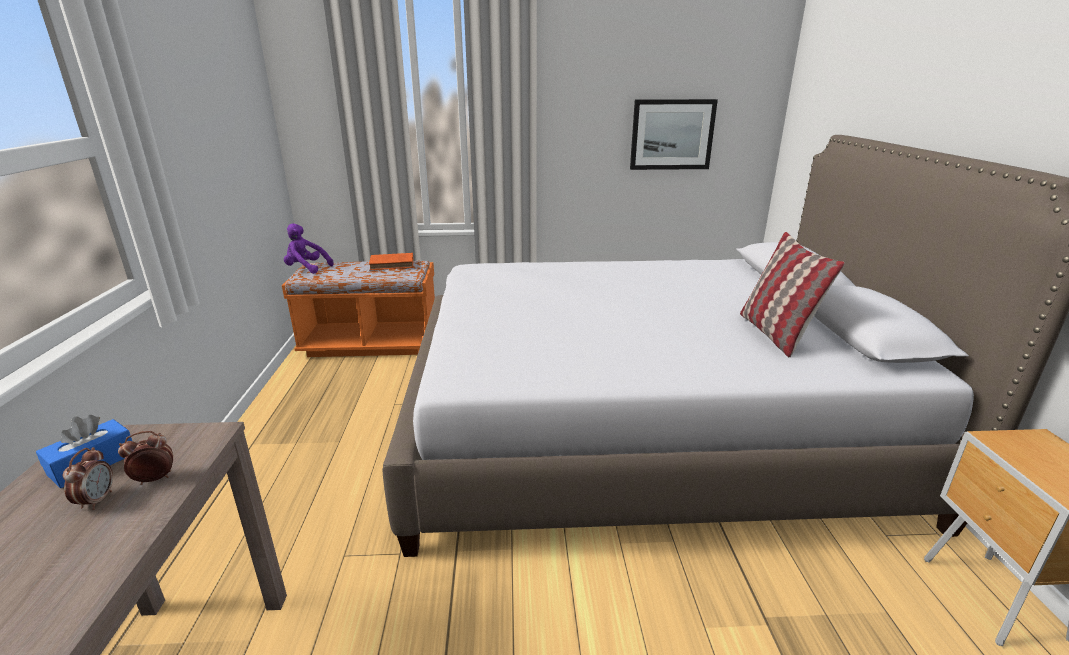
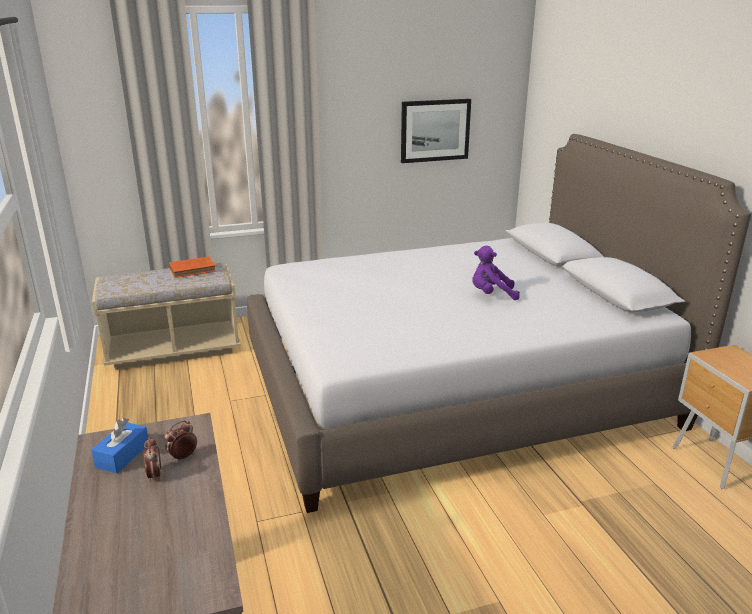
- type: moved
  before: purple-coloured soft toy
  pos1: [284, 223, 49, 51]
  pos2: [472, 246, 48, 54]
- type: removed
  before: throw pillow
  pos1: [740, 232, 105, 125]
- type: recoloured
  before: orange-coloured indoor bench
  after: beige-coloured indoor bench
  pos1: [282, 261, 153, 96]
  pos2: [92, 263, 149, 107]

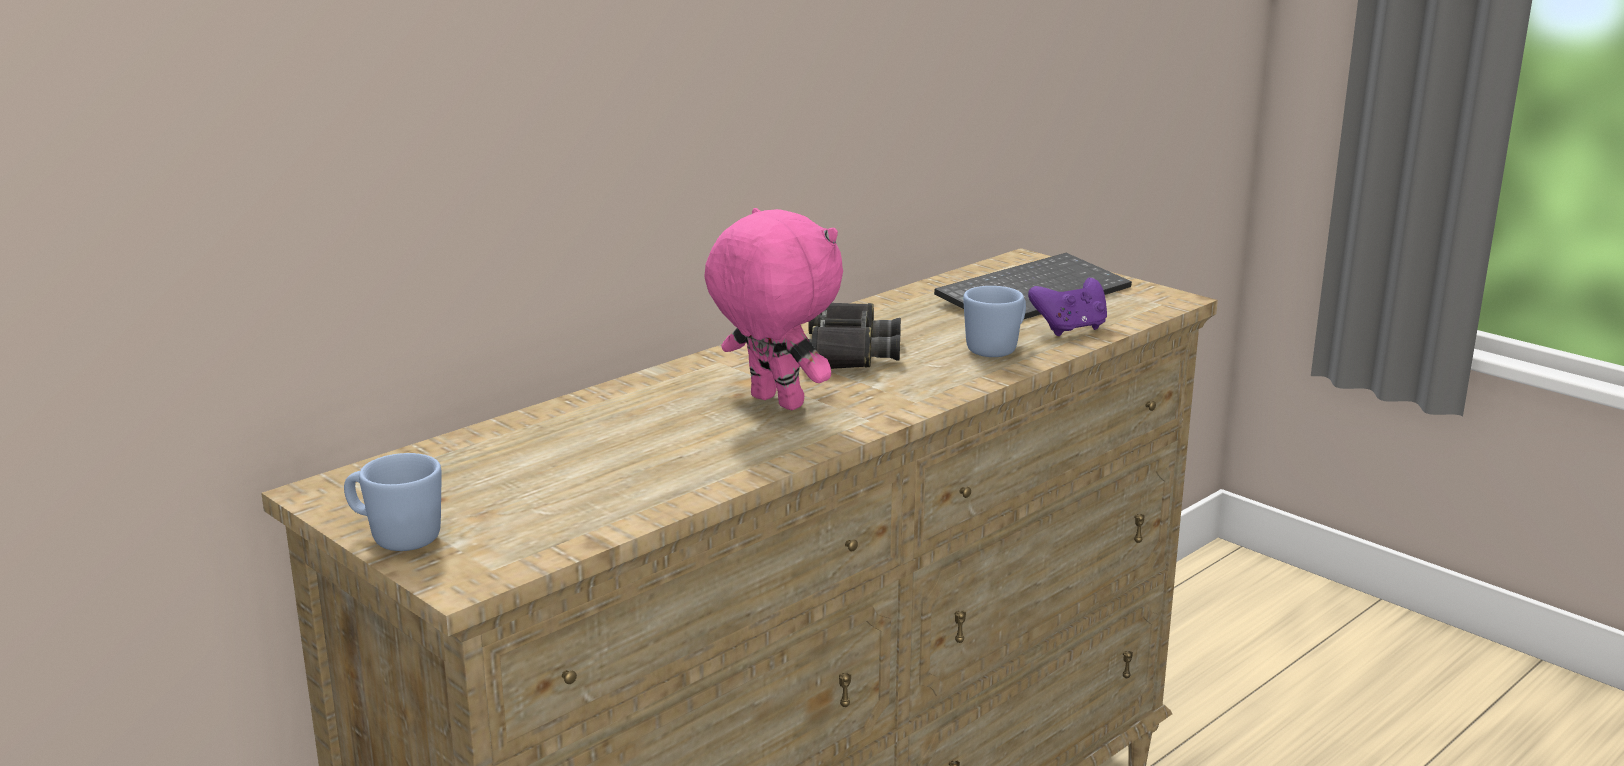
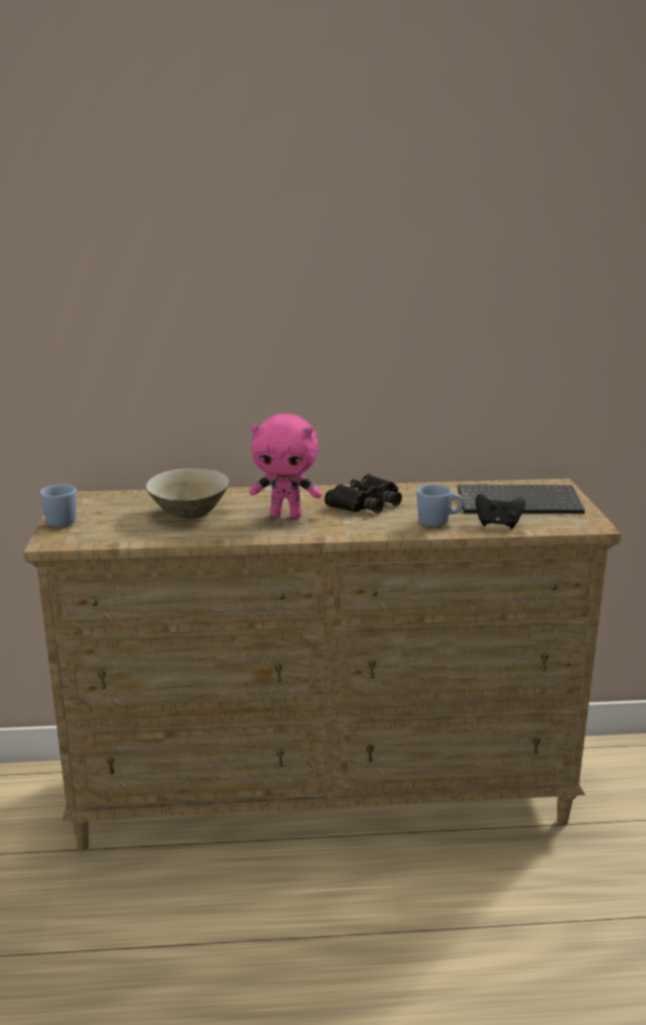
- type: turned
  before: pink-coloured soft toy
  pos1: [704, 208, 139, 202]
  pos2: [249, 414, 73, 104]
  turn: 105
- type: recoloured
  before: purple-coloured game controller
  after: blackish game controller
  pos1: [1028, 278, 79, 58]
  pos2: [475, 494, 51, 35]
- type: added
  after: beige-coloured bowl
  pos2: [146, 468, 83, 51]

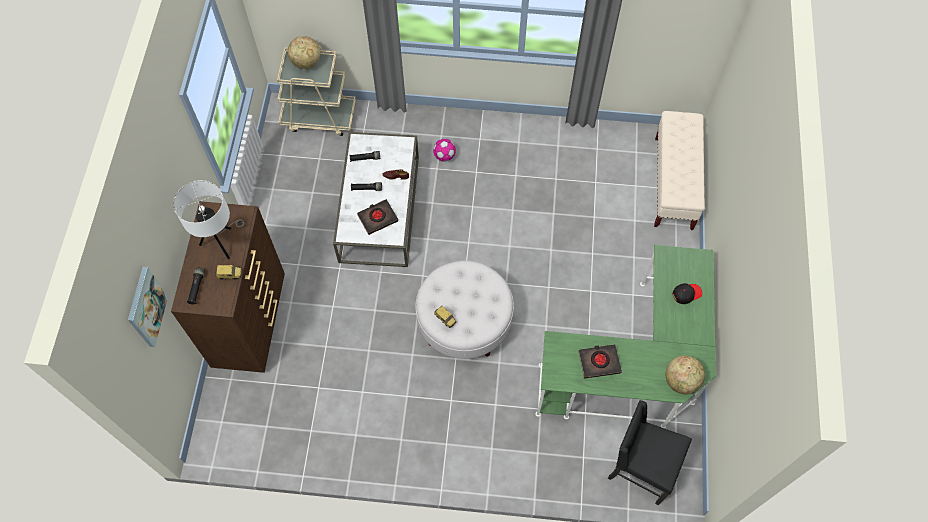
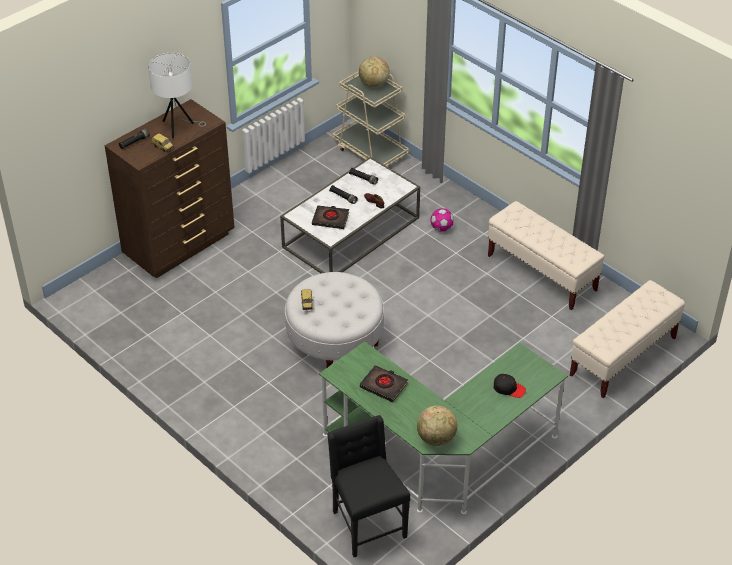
- type: removed
  before: picture
  pos1: [128, 266, 40, 81]
- type: added
  after: beige-coloured indoor bench
  pos2: [488, 201, 117, 109]

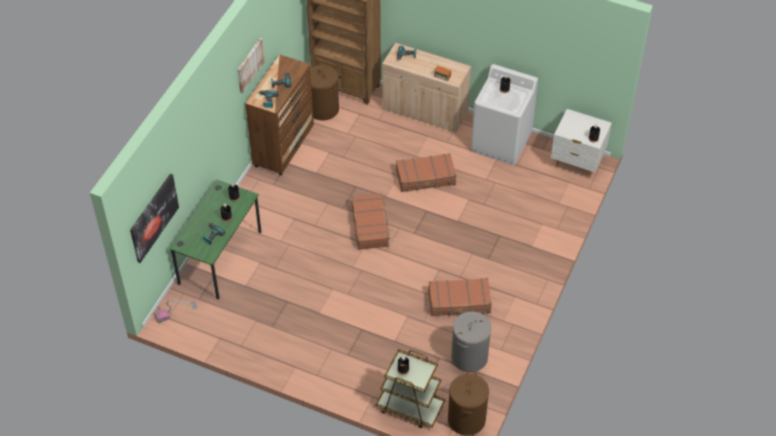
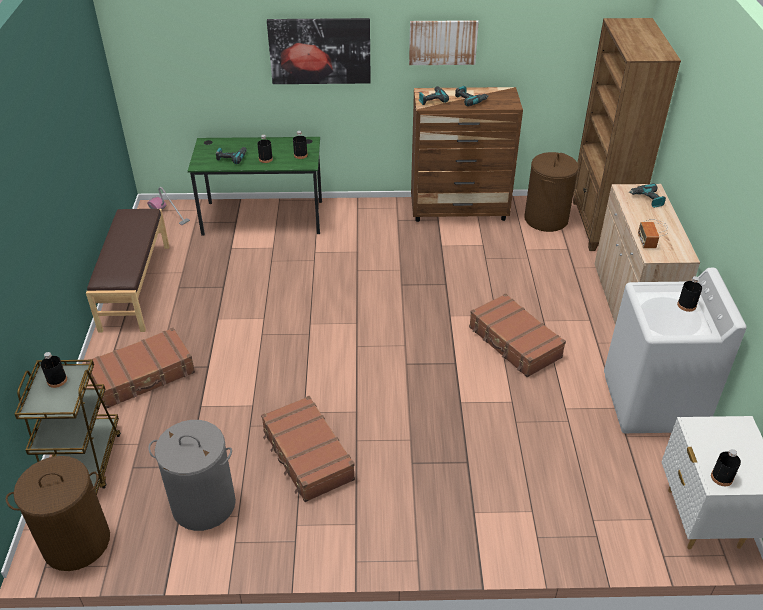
- type: moved
  before: picture
  pos1: [130, 174, 49, 89]
  pos2: [267, 18, 104, 66]
- type: moved
  before: brownish suitcase
  pos1: [352, 194, 39, 56]
  pos2: [86, 328, 109, 80]
- type: added
  after: brownish indoor bench
  pos2: [86, 209, 83, 124]

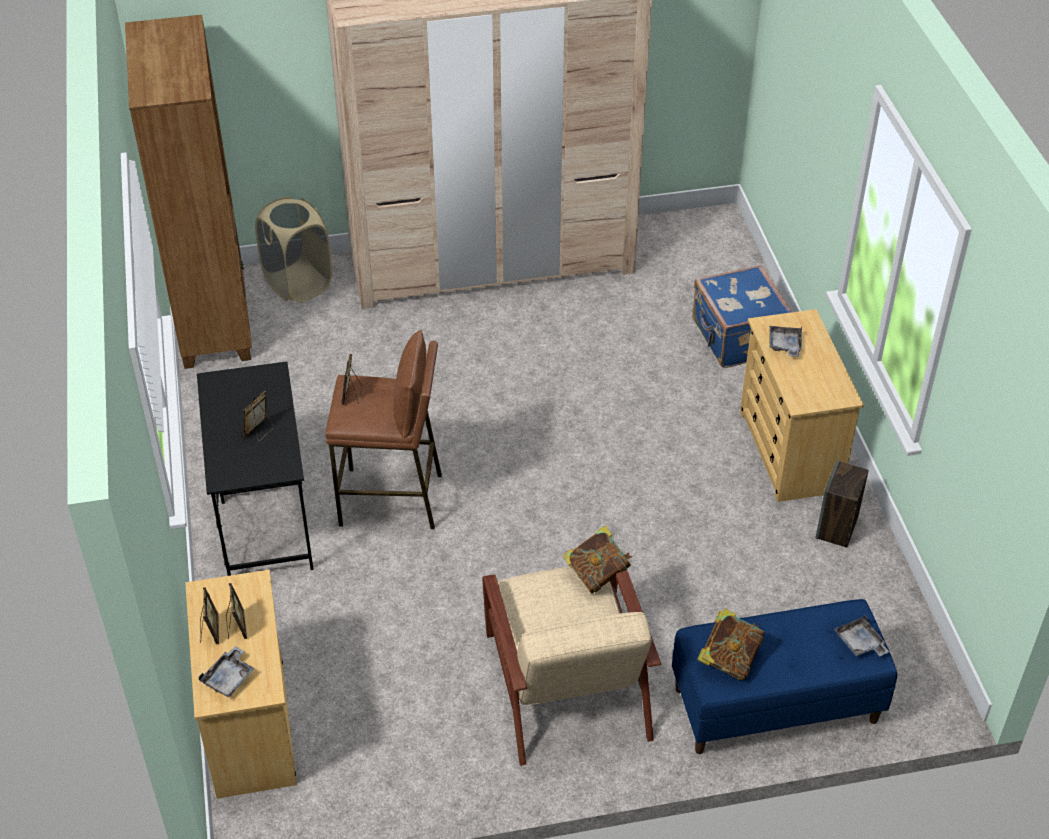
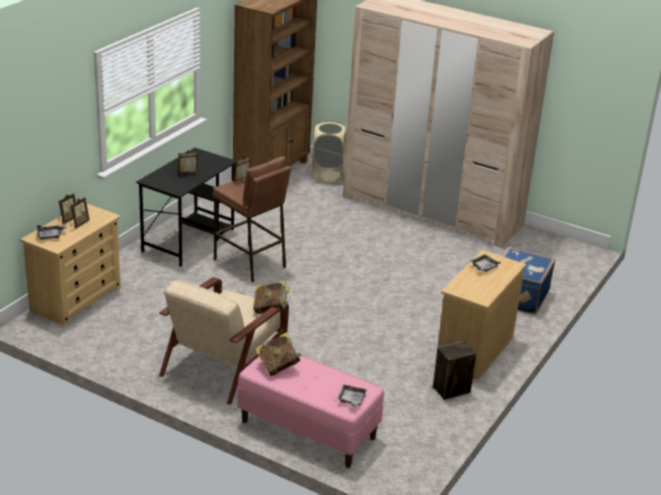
- type: recoloured
  before: blue-coloured indoor bench
  after: pink-coloured indoor bench
  pos1: [672, 599, 225, 155]
  pos2: [237, 356, 147, 112]

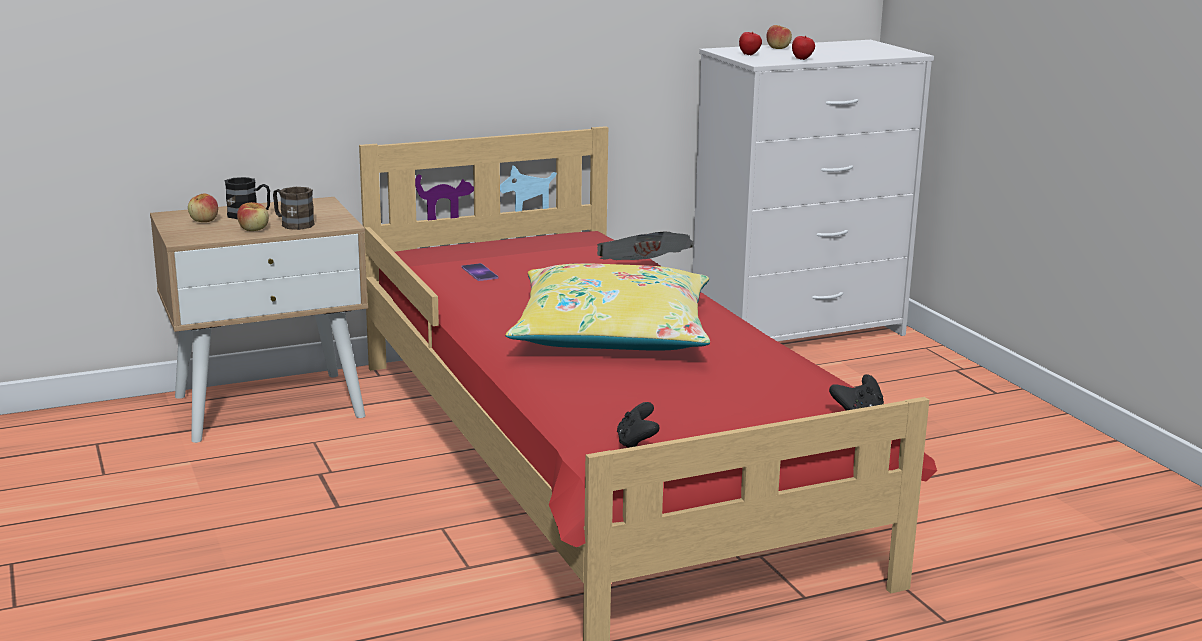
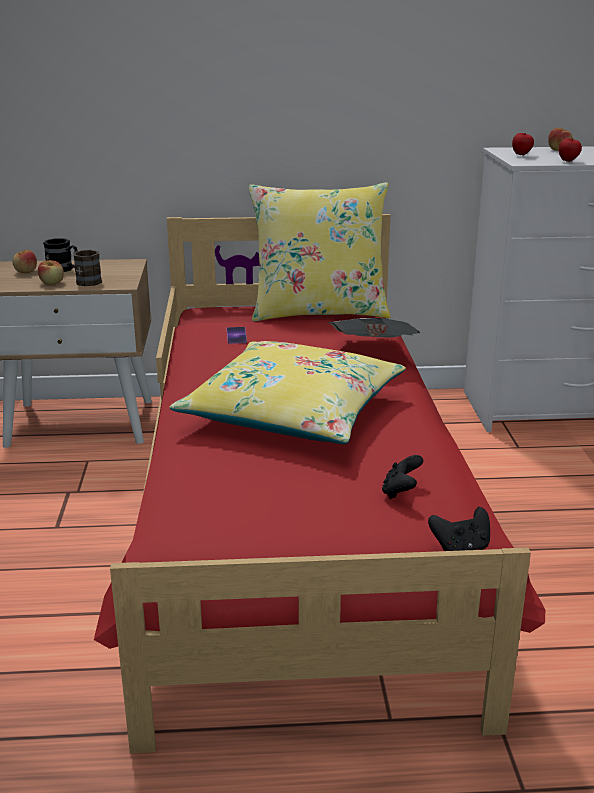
- type: moved
  before: blackish game controller
  pos1: [617, 402, 43, 46]
  pos2: [382, 455, 41, 44]
- type: added
  after: yellow throw pillow
  pos2: [249, 182, 141, 139]

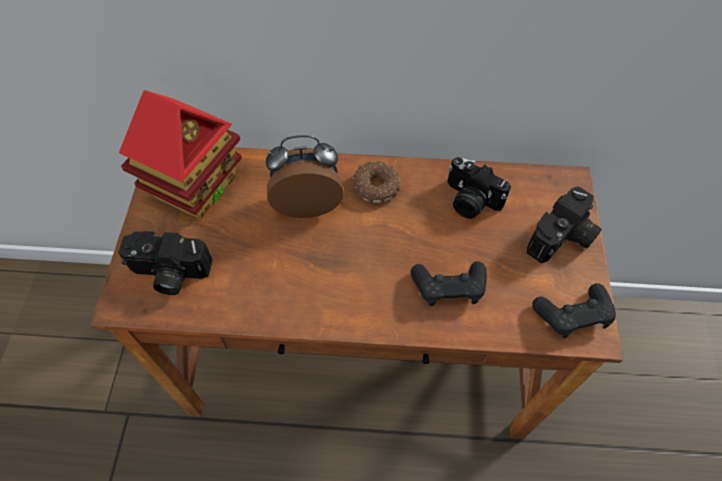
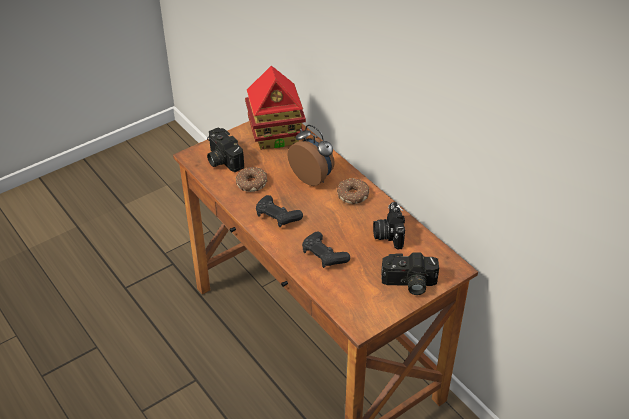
- type: moved
  before: blackish game controller
  pos1: [532, 283, 84, 55]
  pos2: [256, 195, 47, 32]
- type: added
  after: ring doughnut
  pos2: [236, 167, 32, 25]

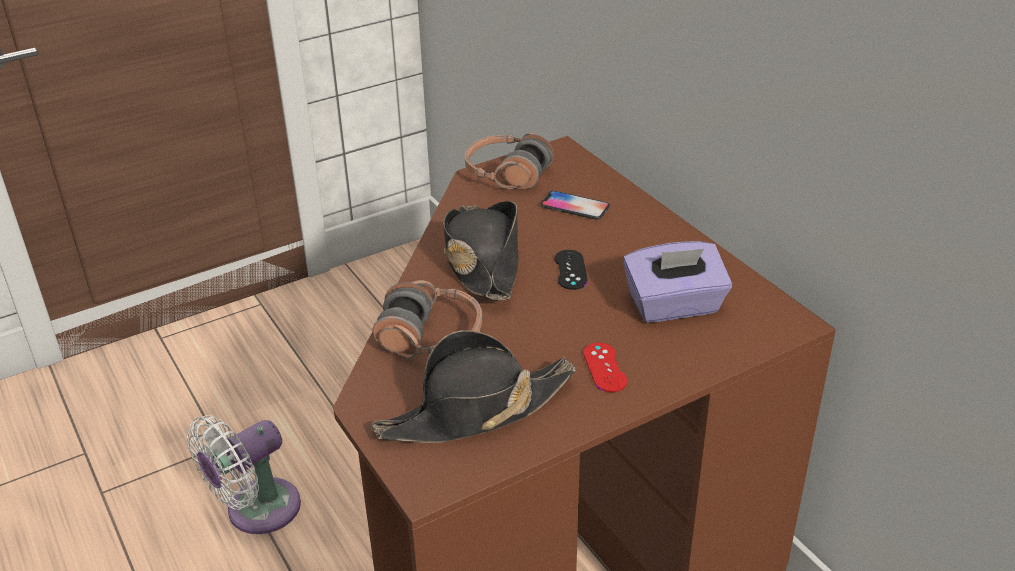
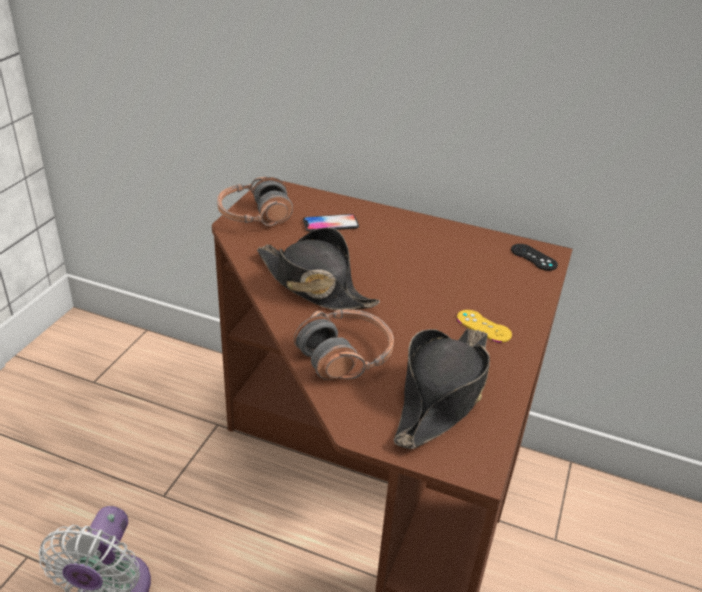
- type: removed
  before: purple-coloured tissue box
  pos1: [623, 241, 109, 82]
- type: moved
  before: blackish game controller
  pos1: [555, 250, 33, 40]
  pos2: [511, 244, 47, 27]
- type: recoloured
  before: reddish game controller
  after: yellow game controller
  pos1: [583, 343, 45, 49]
  pos2: [457, 310, 55, 32]

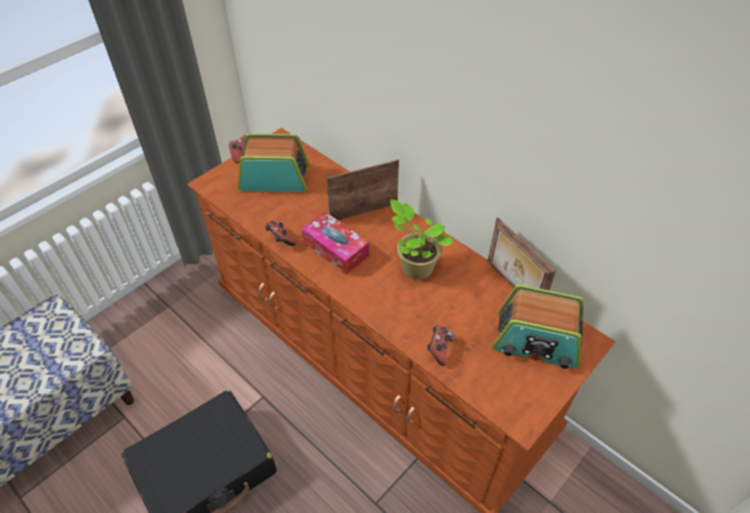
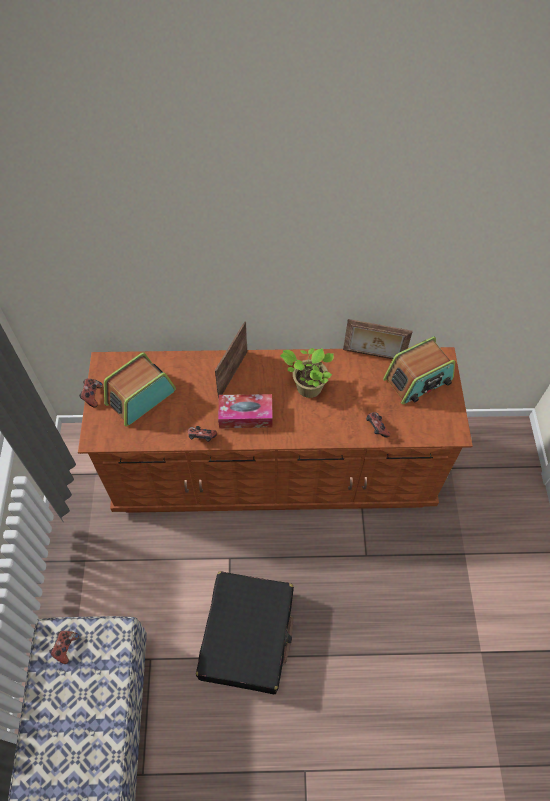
- type: added
  after: game controller
  pos2: [50, 631, 29, 33]

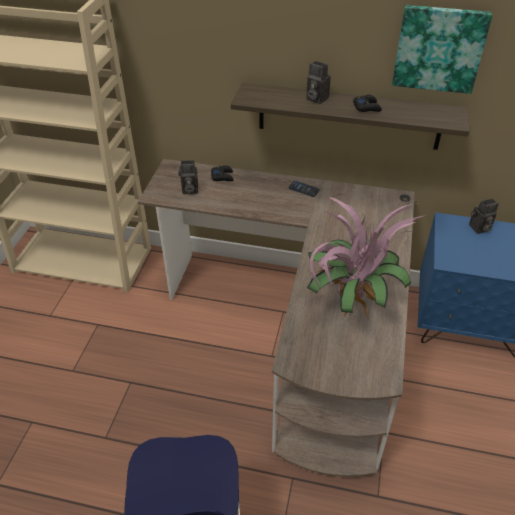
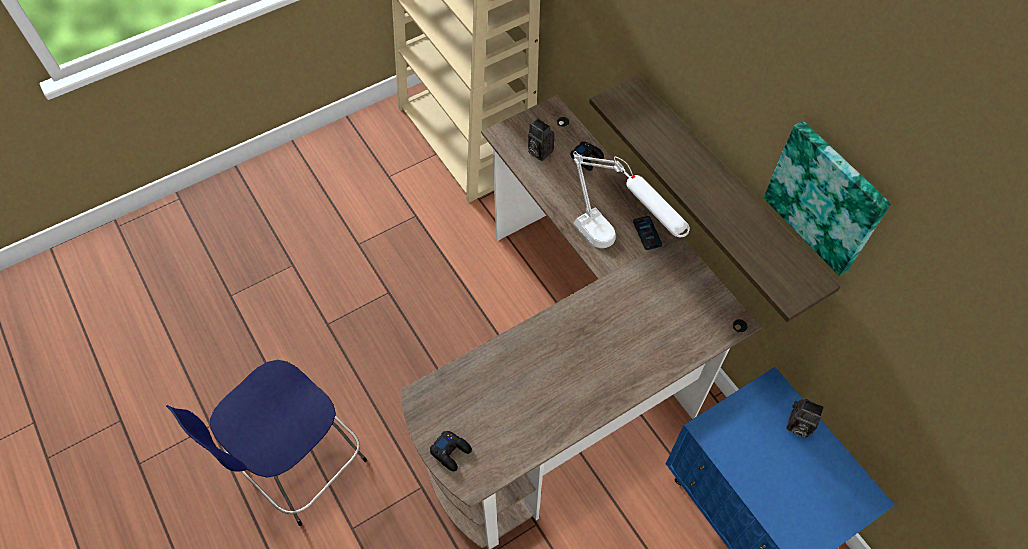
- type: removed
  before: photo camera
  pos1: [306, 61, 25, 43]
- type: moved
  before: blackish game controller
  pos1: [353, 95, 29, 17]
  pos2: [430, 431, 42, 40]
- type: removed
  before: plant in a pot
  pos1: [307, 194, 120, 129]
- type: added
  after: white-coloured table lamp
  pos2: [573, 151, 117, 97]

